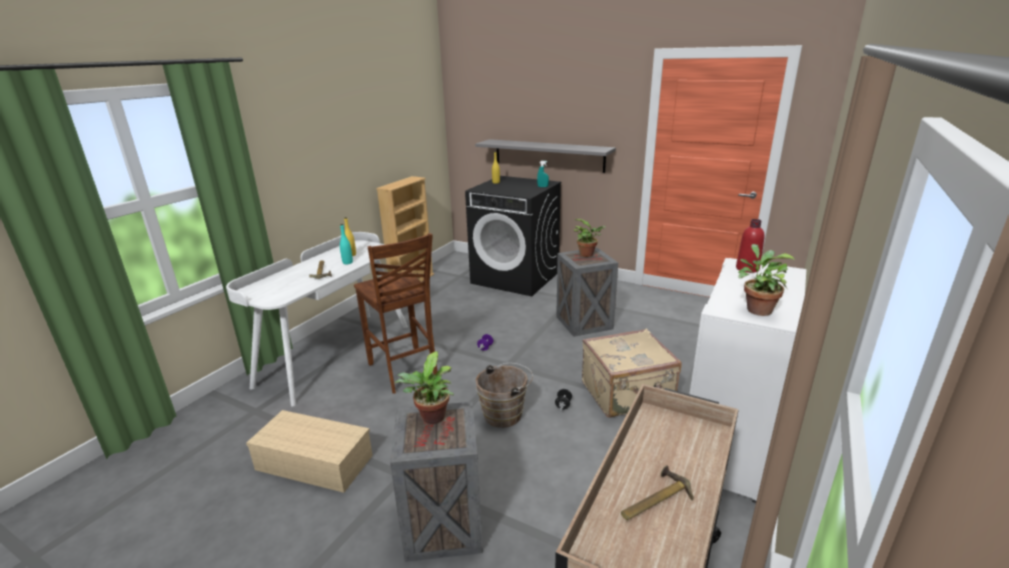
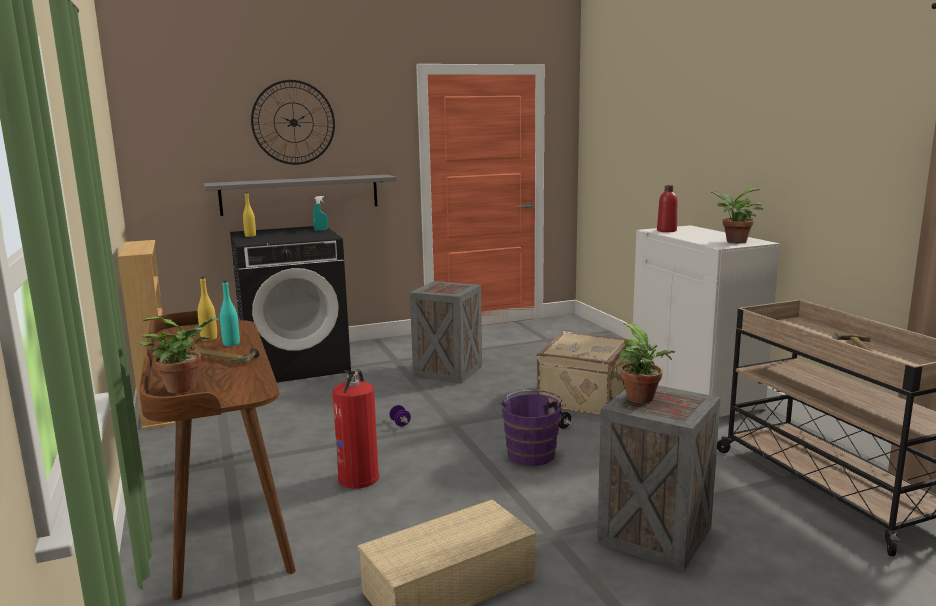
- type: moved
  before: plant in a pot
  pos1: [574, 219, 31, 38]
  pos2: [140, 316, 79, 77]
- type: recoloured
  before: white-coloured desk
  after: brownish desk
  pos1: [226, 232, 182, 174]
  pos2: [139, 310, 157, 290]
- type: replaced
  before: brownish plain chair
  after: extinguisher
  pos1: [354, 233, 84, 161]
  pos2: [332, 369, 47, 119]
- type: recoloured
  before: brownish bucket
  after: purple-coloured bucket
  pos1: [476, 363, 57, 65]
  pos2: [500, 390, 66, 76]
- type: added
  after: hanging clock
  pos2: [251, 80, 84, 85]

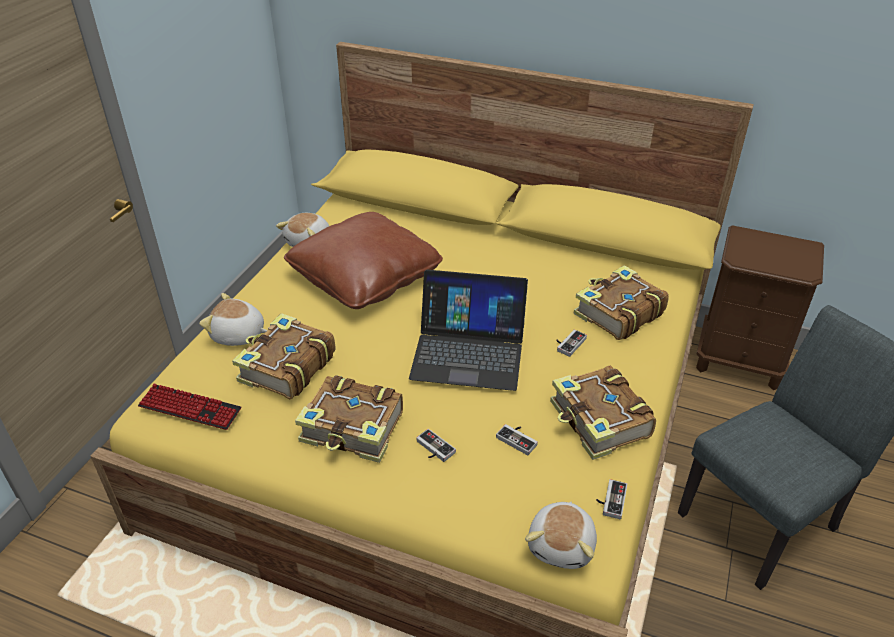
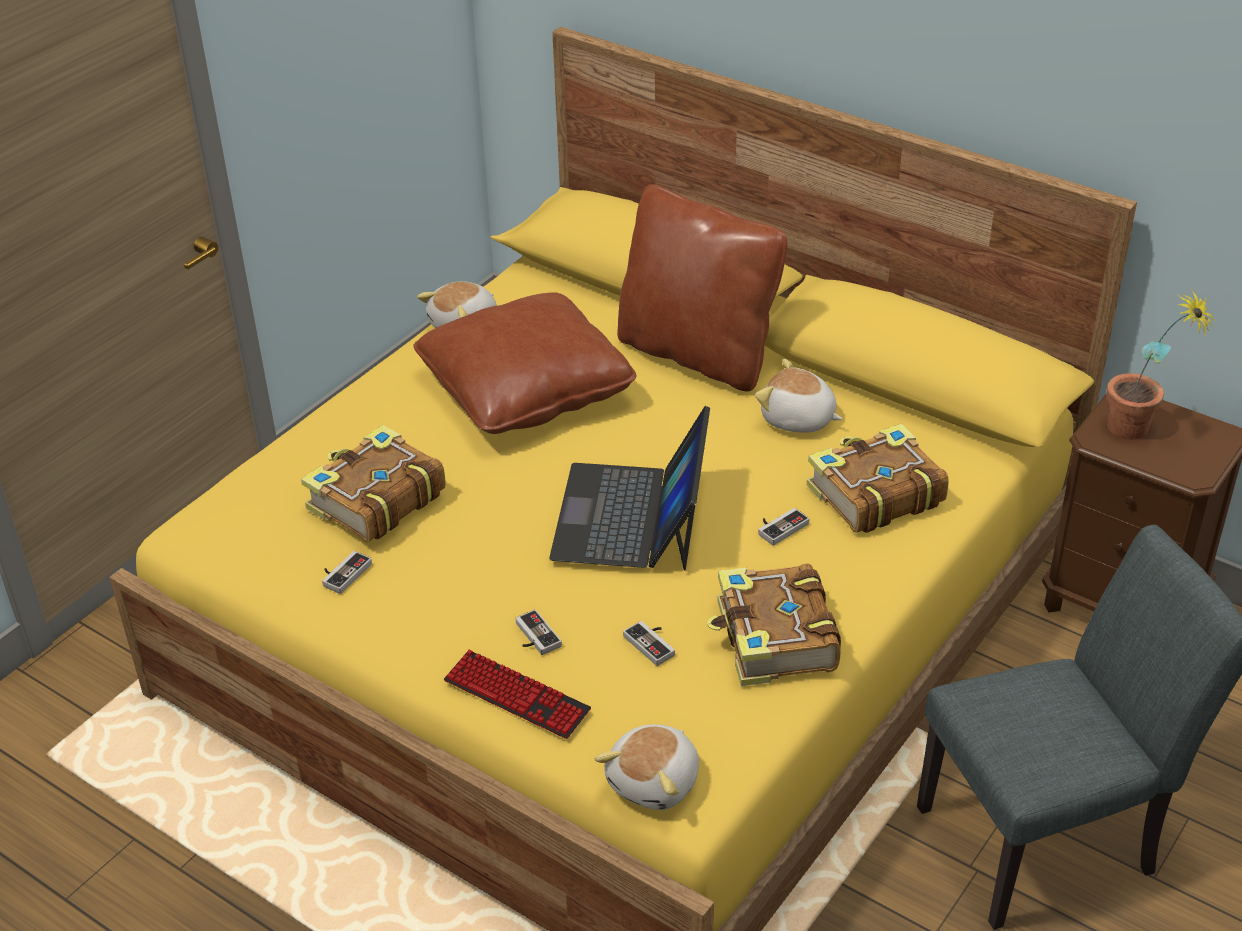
- type: turned
  before: portable computer
  pos1: [409, 270, 119, 121]
  pos2: [549, 406, 161, 165]
  turn: 75
- type: moved
  before: soft toy
  pos1: [199, 293, 69, 53]
  pos2: [755, 359, 87, 74]
- type: removed
  before: bound book
  pos1: [295, 375, 108, 88]
- type: moved
  before: computer keyboard
  pos1: [138, 384, 103, 46]
  pos2: [444, 649, 147, 90]
- type: moved
  before: game controller
  pos1: [596, 479, 31, 40]
  pos2: [322, 551, 50, 43]
- type: added
  after: brownish throw pillow
  pos2: [617, 184, 170, 207]
- type: added
  after: plant in a pot
  pos2: [1106, 289, 111, 151]

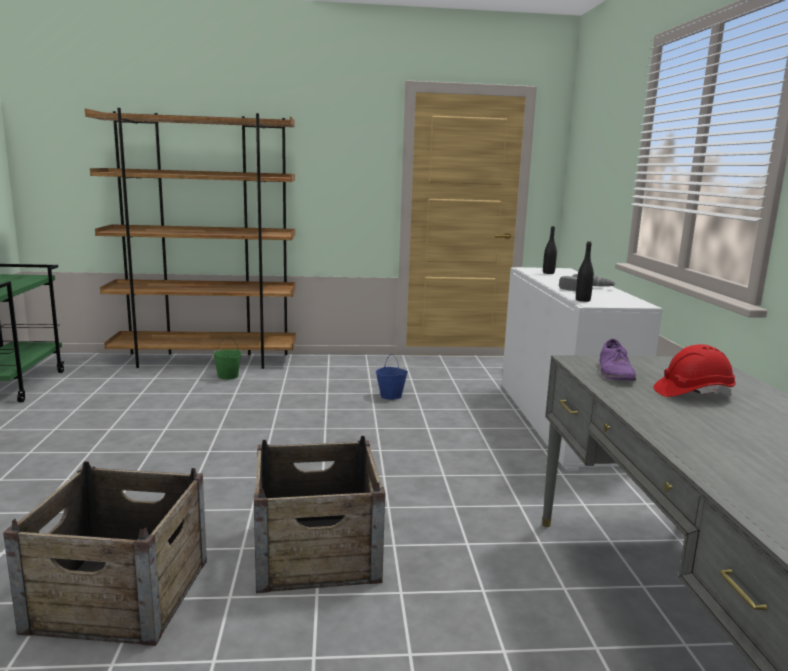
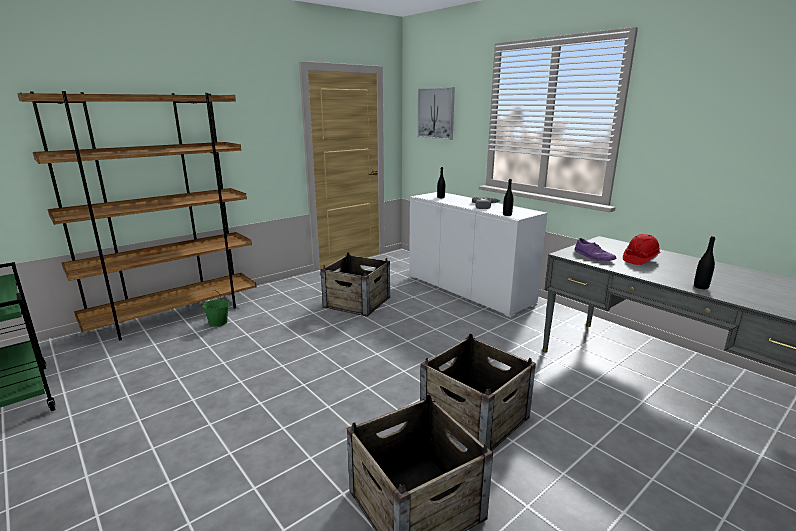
- type: replaced
  before: blue-coloured bucket
  after: shipping crate
  pos1: [376, 354, 32, 46]
  pos2: [321, 252, 69, 65]
- type: added
  after: picture
  pos2: [417, 88, 38, 52]
- type: added
  after: blackish drink bottle
  pos2: [694, 236, 21, 53]

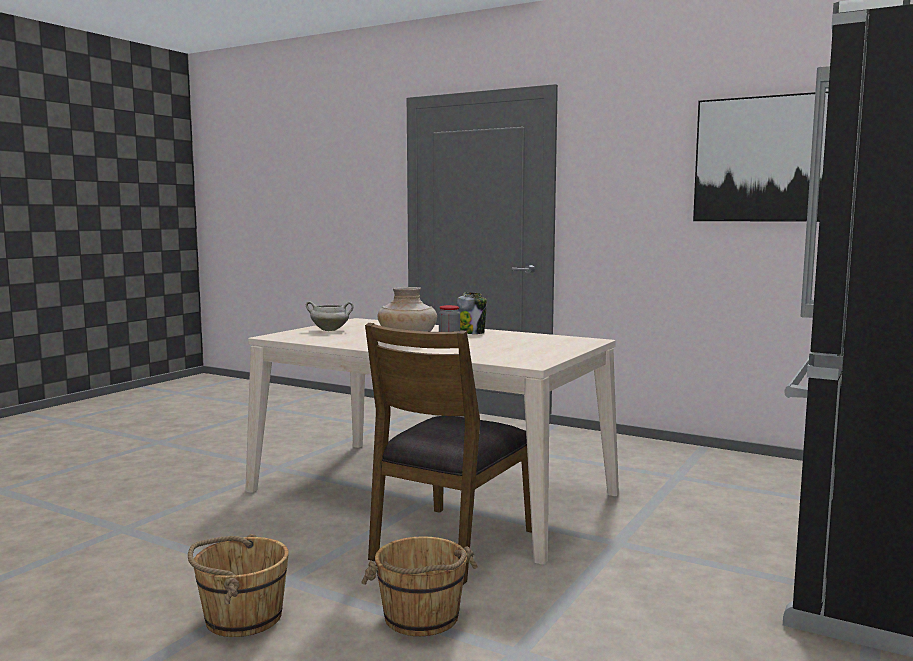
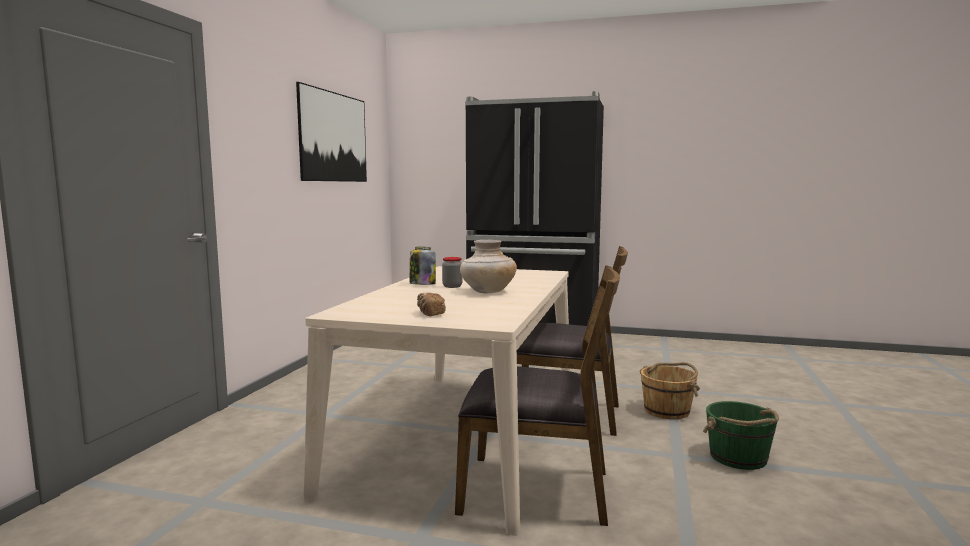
- type: replaced
  before: white-coloured cooking pot
  after: bakery bread
  pos1: [306, 301, 48, 30]
  pos2: [417, 293, 29, 23]
- type: recoloured
  before: brownish bucket
  after: green-coloured bucket
  pos1: [188, 534, 101, 103]
  pos2: [703, 401, 76, 69]
- type: added
  after: brownish plain chair
  pos2: [455, 265, 165, 261]

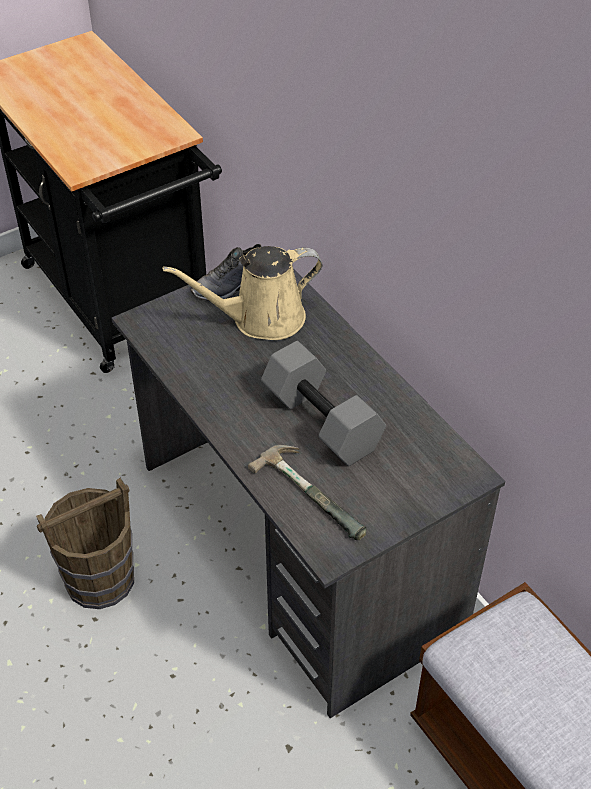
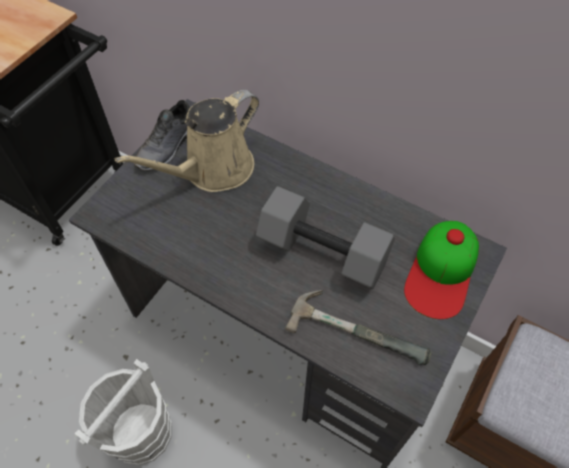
- type: recoloured
  before: brownish bucket
  after: white-coloured bucket
  pos1: [36, 477, 98, 132]
  pos2: [74, 359, 98, 106]
- type: added
  after: peaked cap
  pos2: [404, 221, 75, 98]

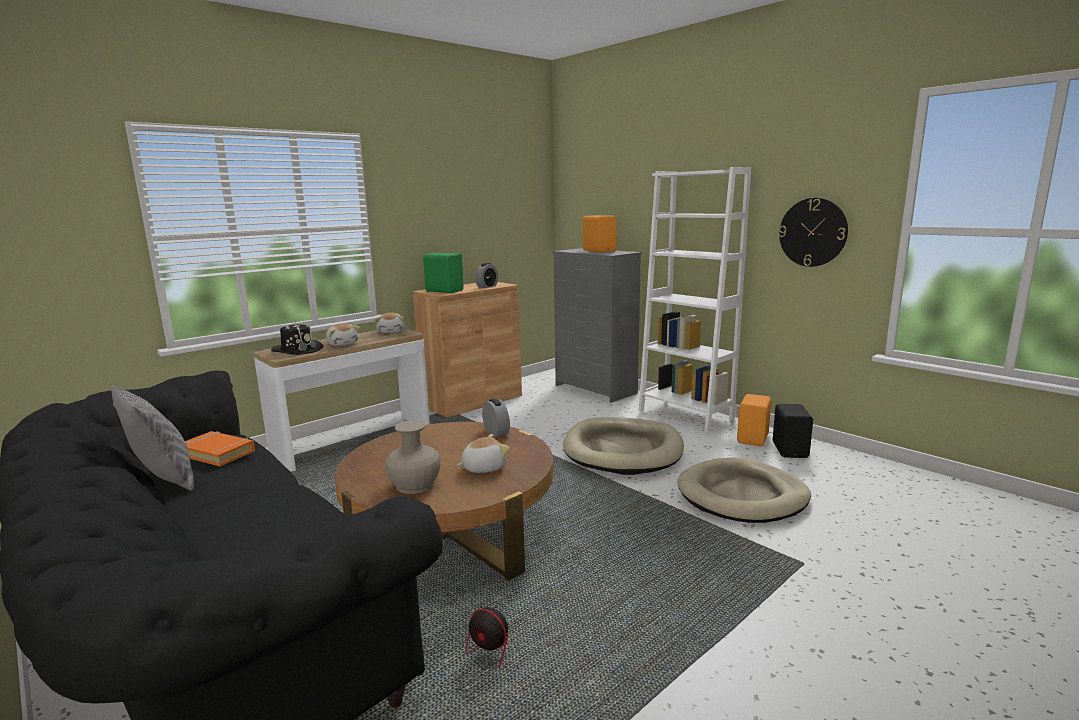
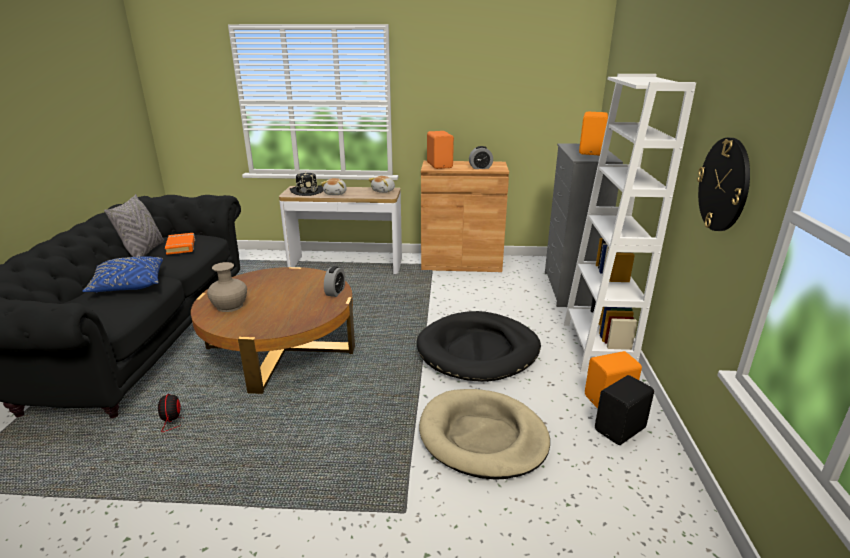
- type: recoloured
  before: green-coloured audio speaker
  after: orange-coloured audio speaker
  pos1: [423, 253, 41, 40]
  pos2: [427, 131, 27, 38]
- type: recoloured
  before: beige-coloured pet bed
  after: blackish pet bed
  pos1: [563, 417, 121, 58]
  pos2: [417, 311, 124, 71]
- type: removed
  before: soft toy
  pos1: [457, 434, 53, 39]
- type: added
  after: blue-coloured throw pillow
  pos2: [82, 257, 81, 35]

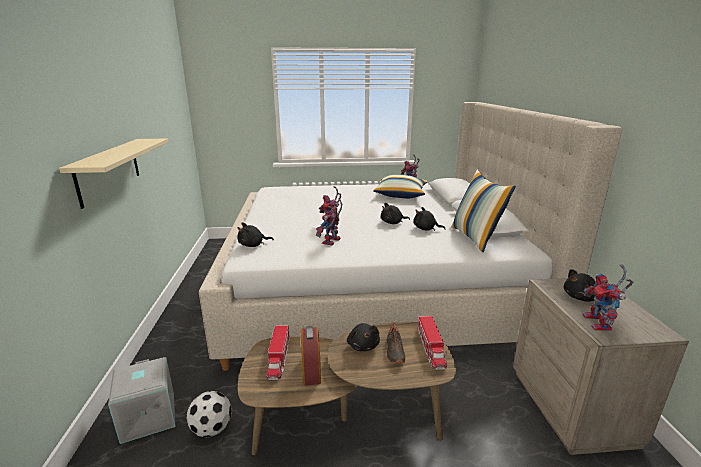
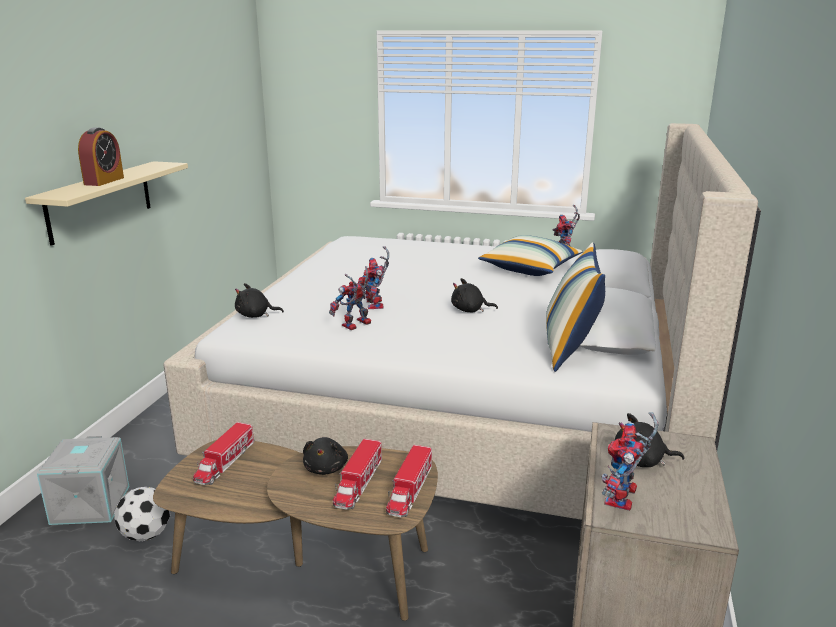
- type: removed
  before: blackish soft toy
  pos1: [413, 207, 32, 24]
- type: replaced
  before: blackish shoe
  after: toy lorry
  pos1: [387, 323, 18, 41]
  pos2: [333, 439, 49, 71]
- type: moved
  before: alarm clock
  pos1: [300, 326, 21, 60]
  pos2: [78, 127, 46, 59]

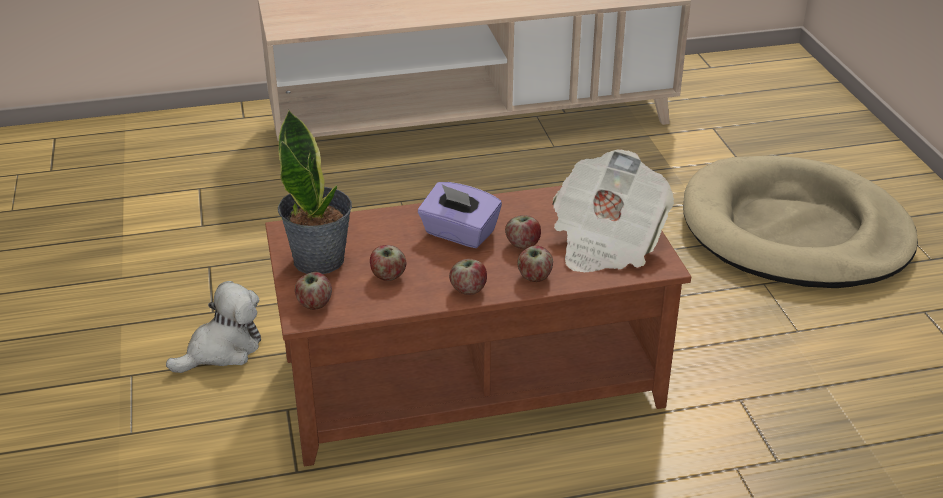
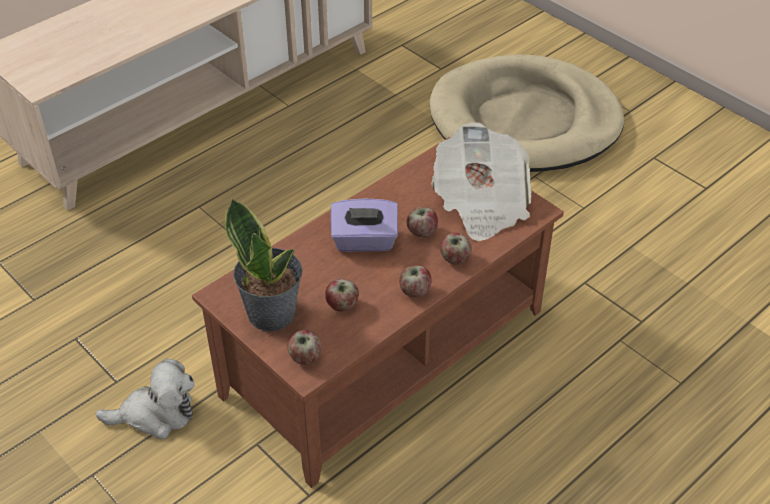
- type: turned
  before: soft toy
  pos1: [166, 281, 95, 92]
  pos2: [95, 359, 99, 80]
  turn: 60

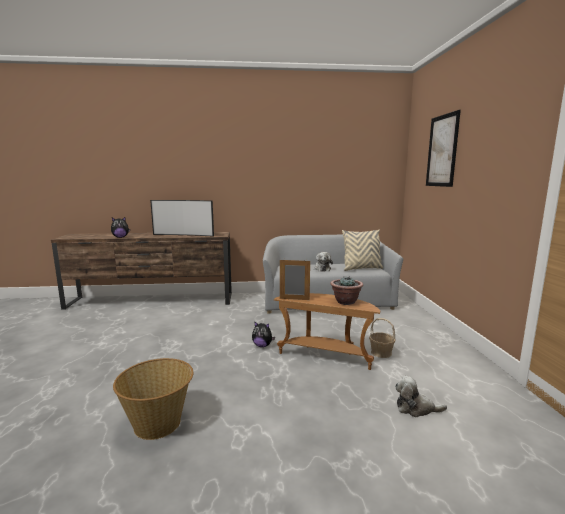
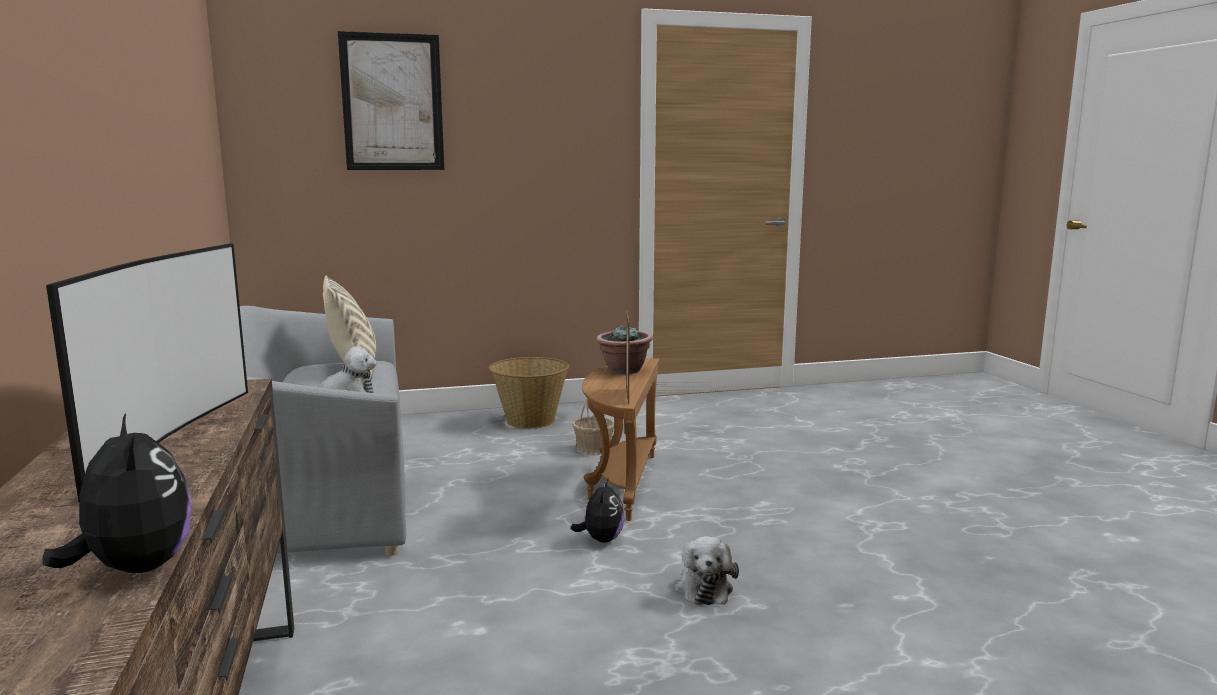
- type: moved
  before: household basket
  pos1: [113, 358, 80, 82]
  pos2: [489, 357, 80, 72]
- type: moved
  before: soft toy
  pos1: [395, 376, 52, 41]
  pos2: [675, 536, 64, 69]

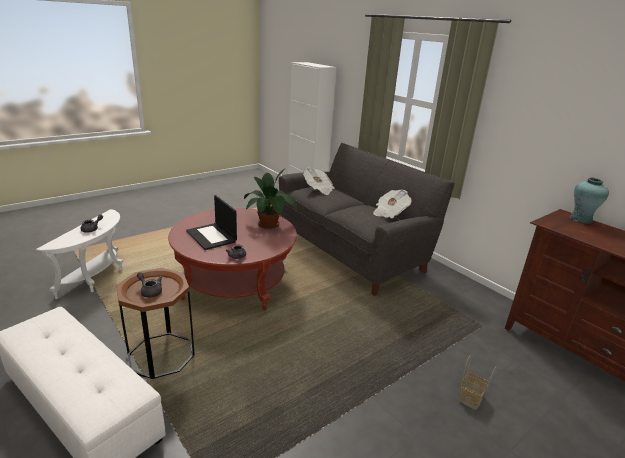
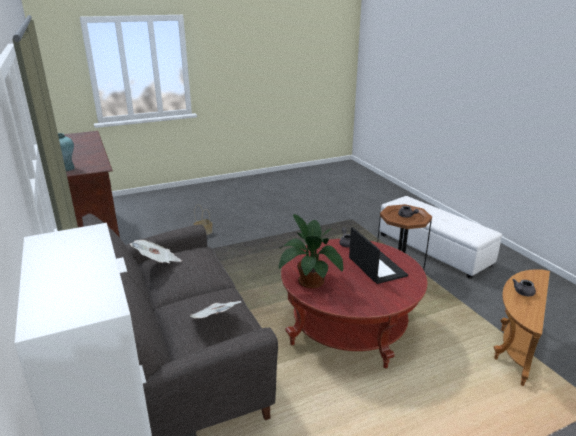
- type: recoloured
  before: white-coloured accent table
  after: brownish accent table
  pos1: [36, 209, 87, 90]
  pos2: [494, 270, 56, 116]

